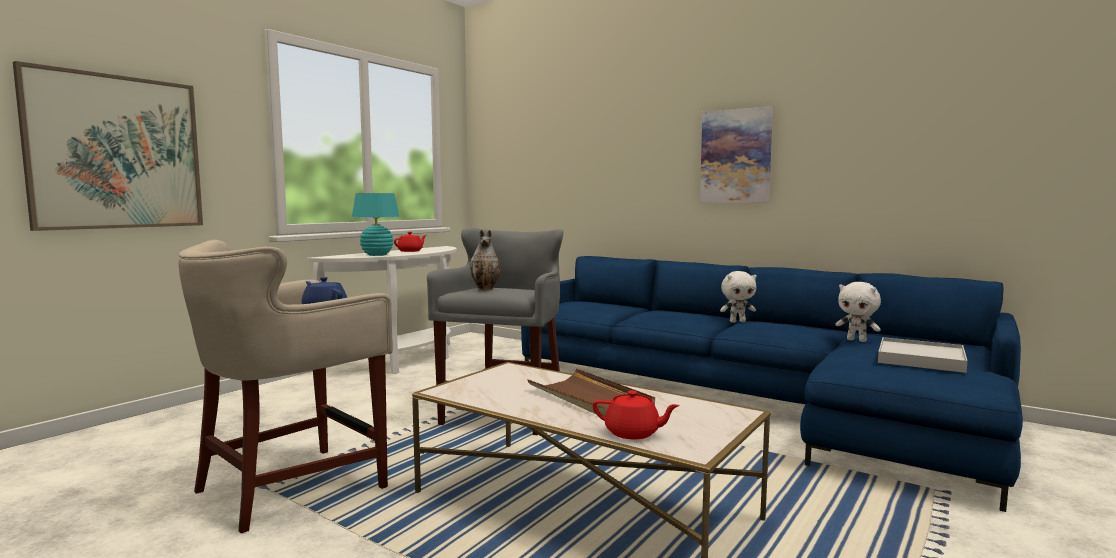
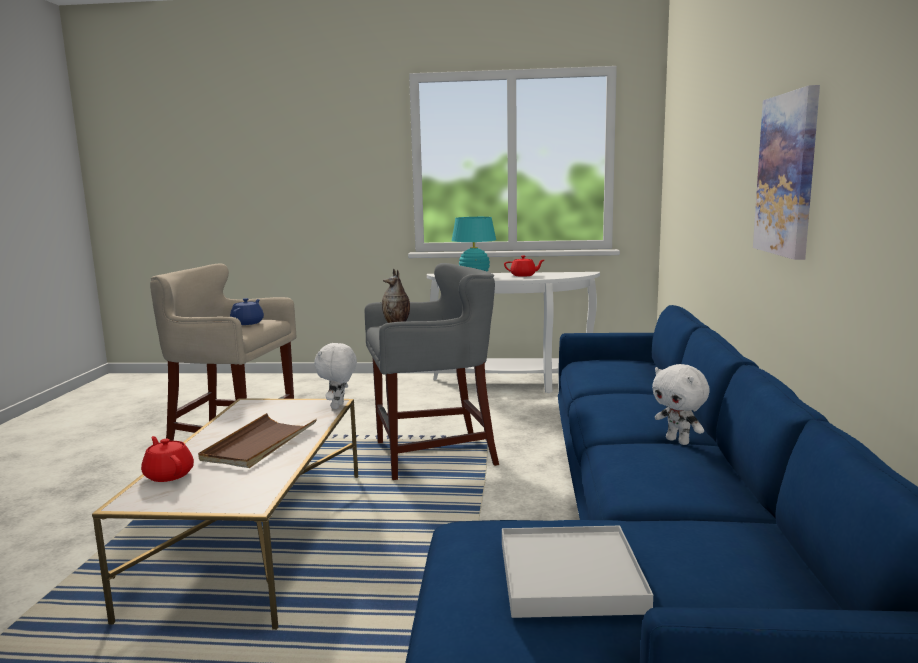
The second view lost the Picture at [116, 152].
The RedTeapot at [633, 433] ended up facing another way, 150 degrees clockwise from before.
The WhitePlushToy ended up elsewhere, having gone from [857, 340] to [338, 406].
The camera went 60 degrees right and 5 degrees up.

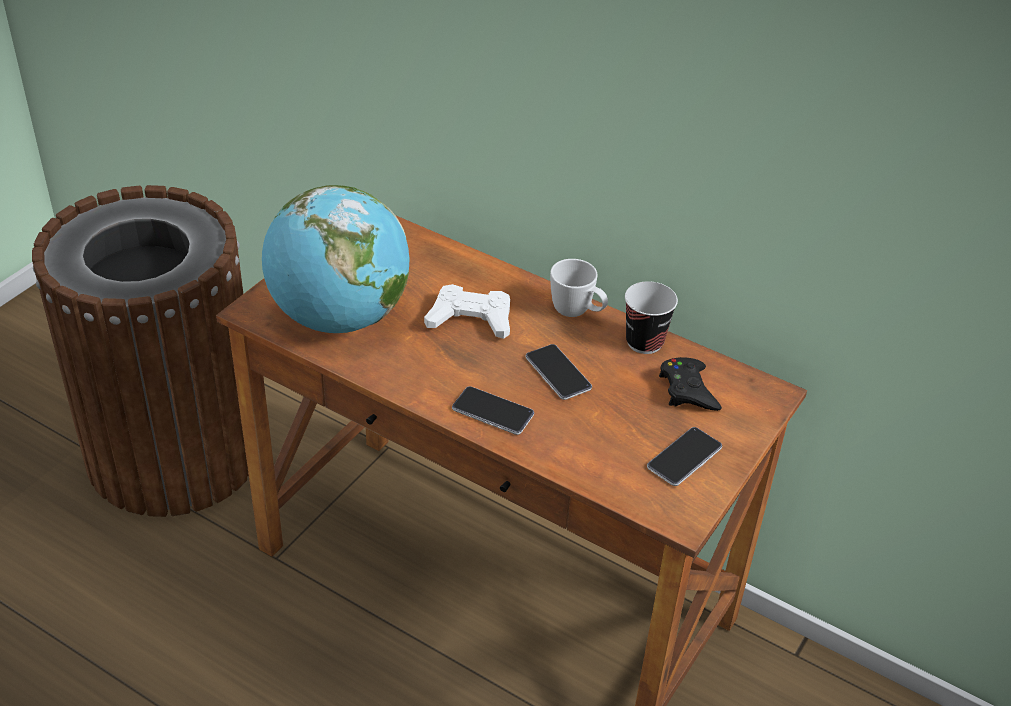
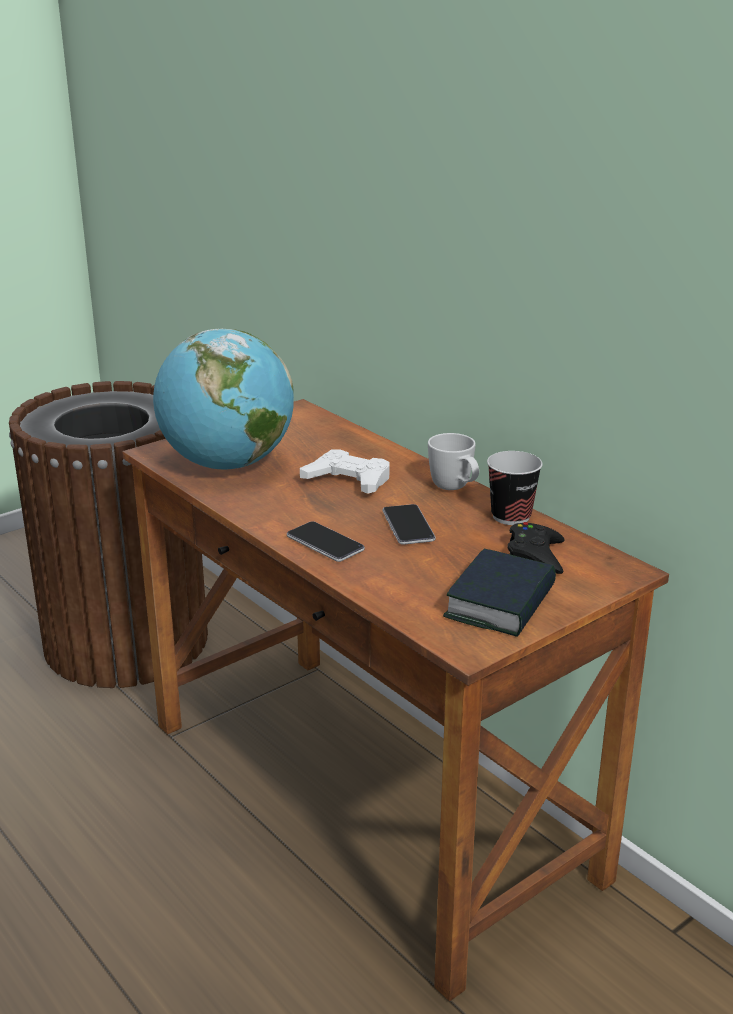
Where the Phone stood at [684, 457], the Book came to stand at [500, 603].
The camera went 20 degrees right and 15 degrees down.

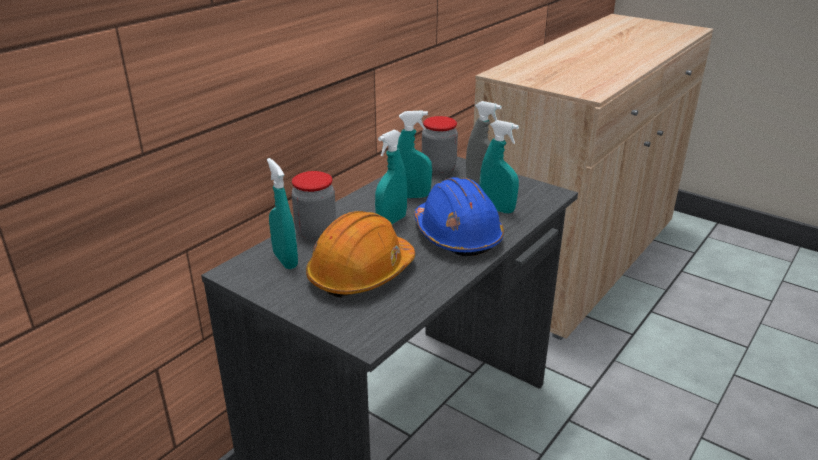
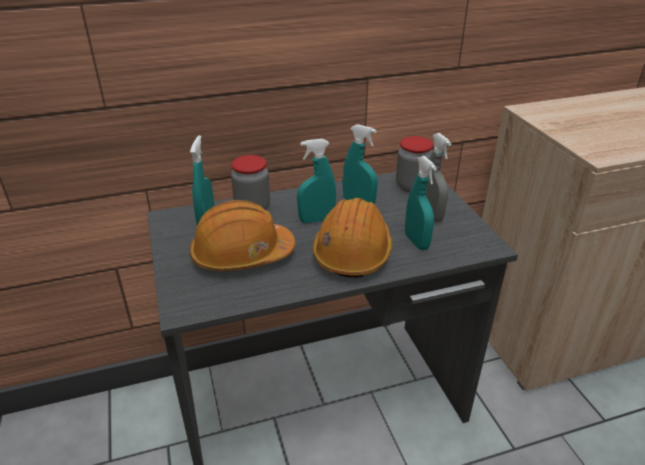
What was the BlueHardHat at [457, 235] turned into the OrangeHardHat at [353, 252].
The camera went 35 degrees right and 5 degrees up.

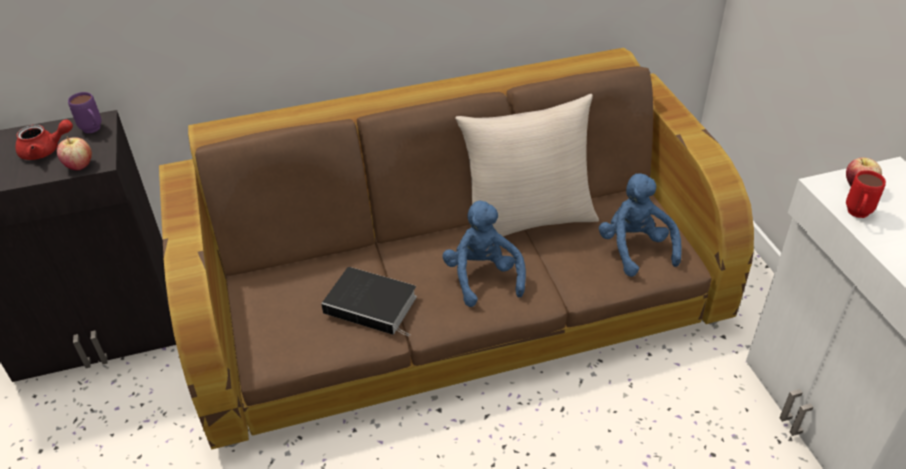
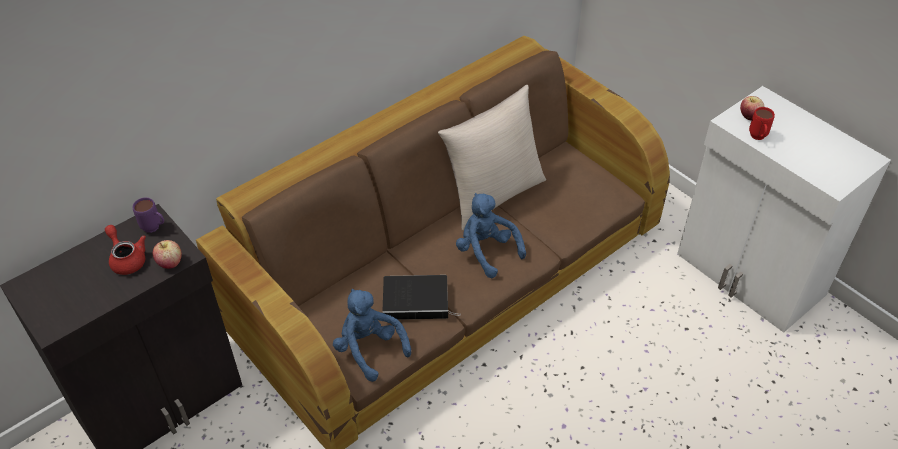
The RedTeapot at [46, 151] ended up facing another way, 90 degrees counterclockwise from before.
The BluePlushToy ended up elsewhere, having gone from [635, 248] to [369, 349].
The camera went 25 degrees left and 5 degrees up.

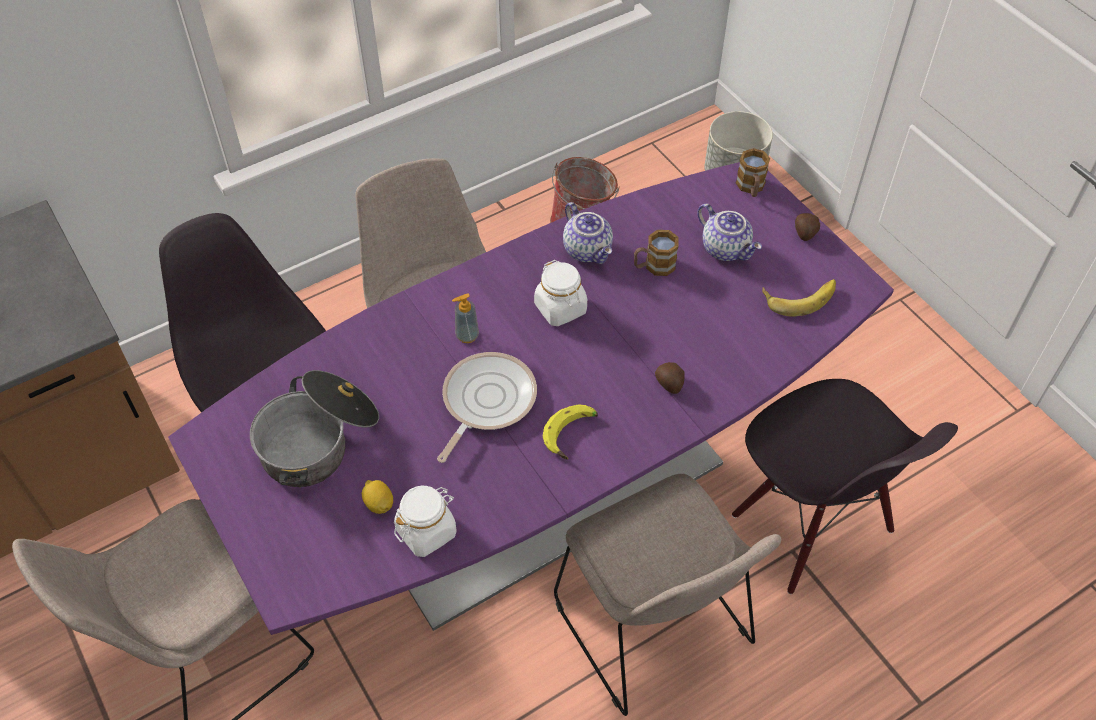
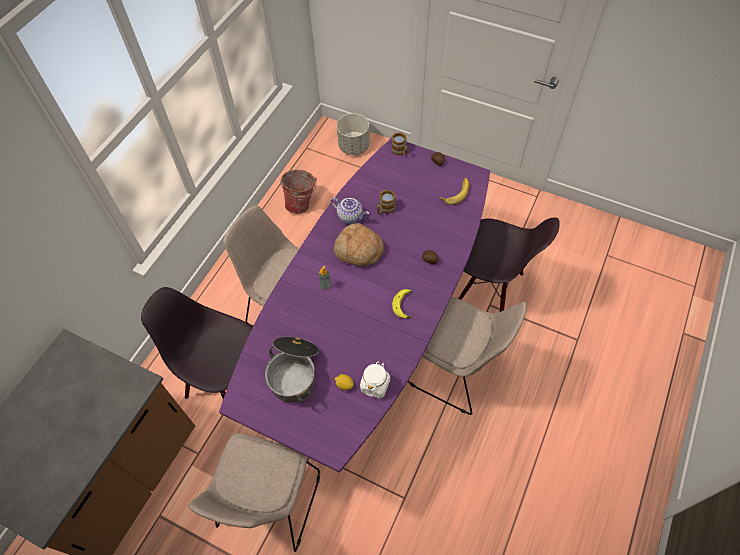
The second view lost the FryingPan at [485, 401].
Where the WhiteJar stood at [560, 308], the Bread came to stand at [358, 250].
The second view lost the Teapot at [726, 249].
The camera went 30 degrees left and 5 degrees up.

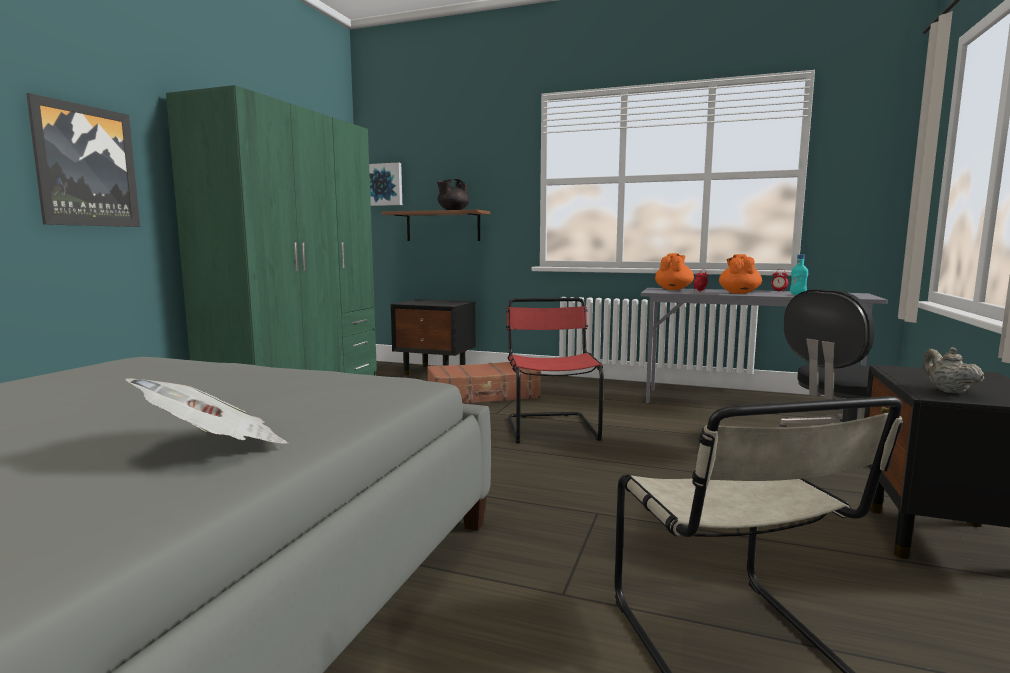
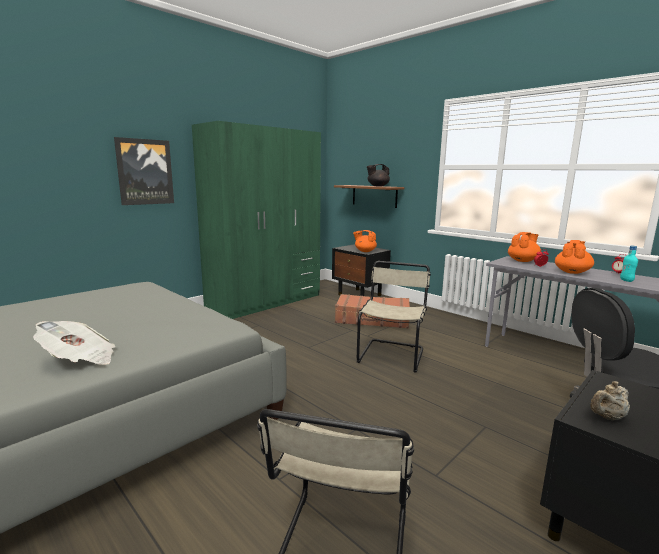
The second view lost the Picture at [384, 184].
What was the RedChair at [550, 427] turned into the BeigeChair at [392, 354].
The BeigeTeapot at [947, 391] ended up facing another way, 135 degrees counterclockwise from before.
The second view gained the OrangeTeapot at [365, 251].
The camera went 25 degrees right and 5 degrees up.

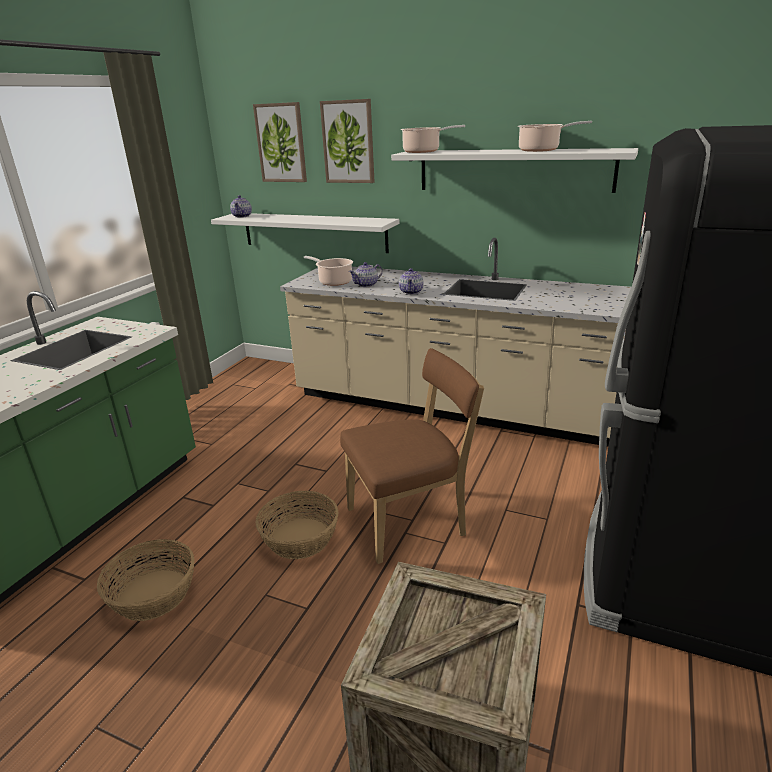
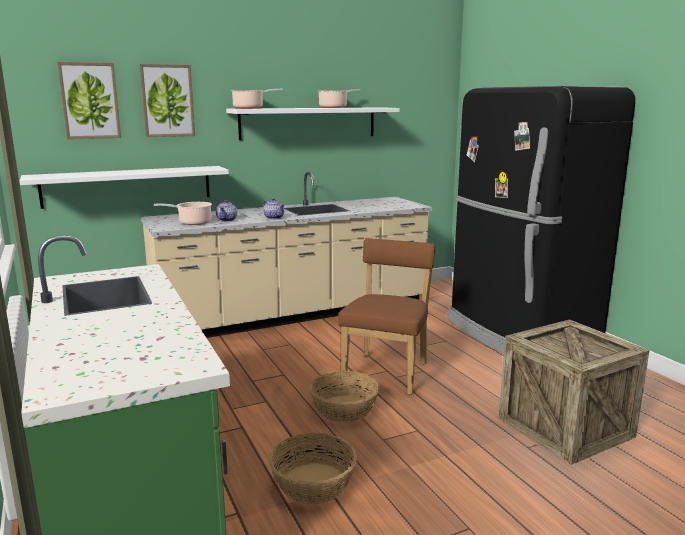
The second view lost the Teapot at [242, 216].
The camera went 50 degrees left and 10 degrees down.

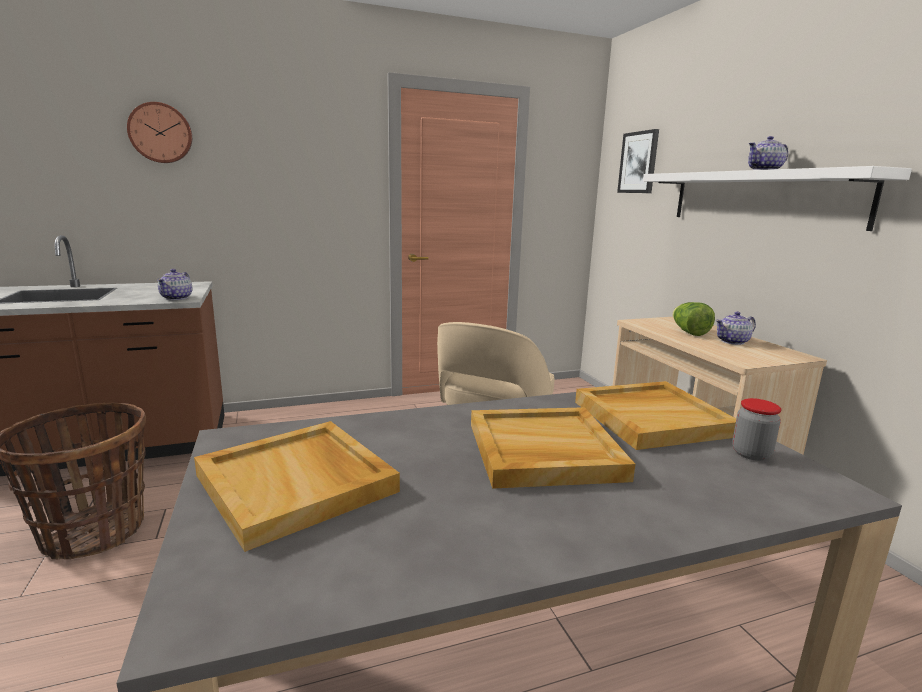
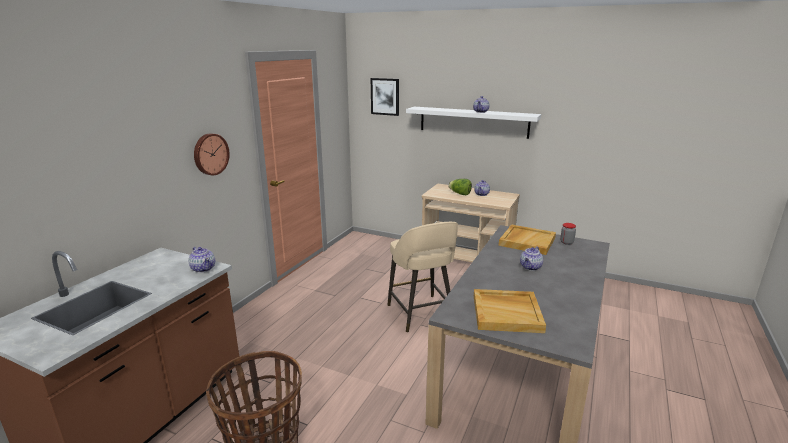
The WallClock ended up elsewhere, having gone from [161, 133] to [210, 154].
Where the BeigeTray stood at [542, 451], the Teapot came to stand at [530, 267].
The camera went 45 degrees left and 5 degrees up.

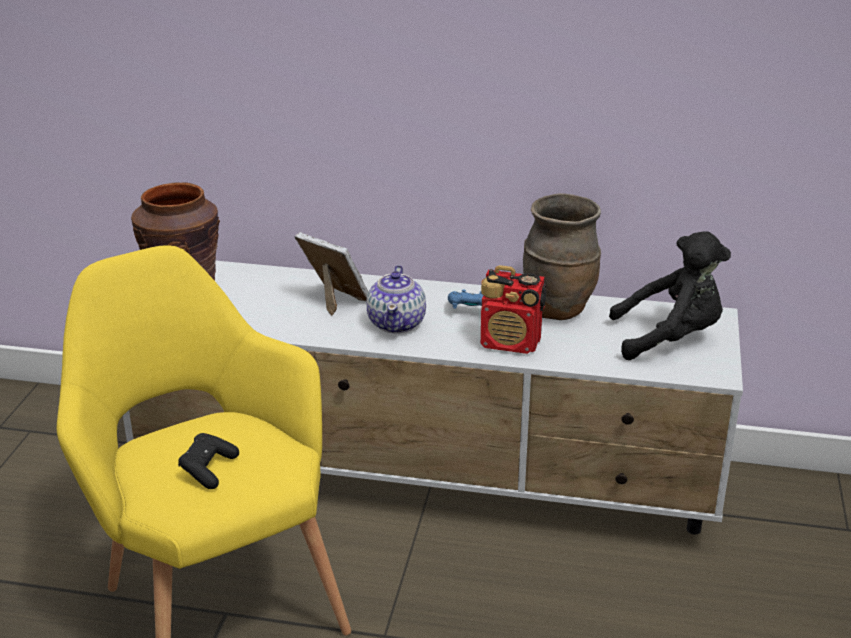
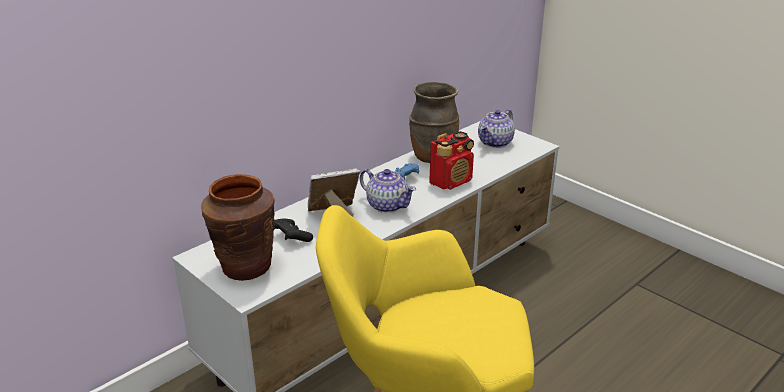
The BlackGameController ended up elsewhere, having gone from [208, 470] to [291, 237].
Where the BlackPlushToy stood at [670, 338], the Teapot came to stand at [496, 142].
The camera went 55 degrees left and 0 degrees up.

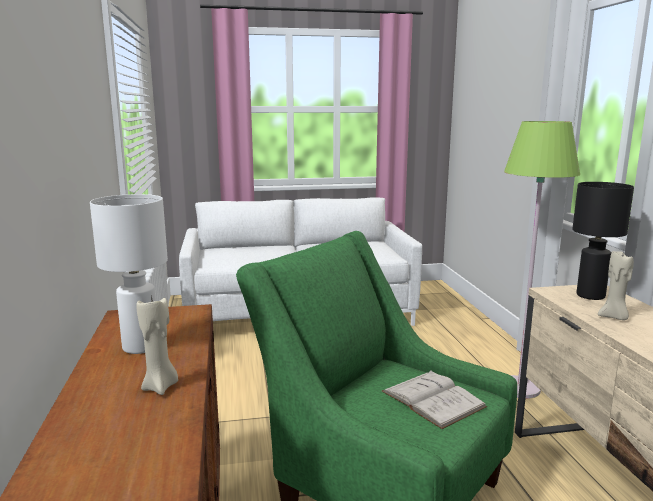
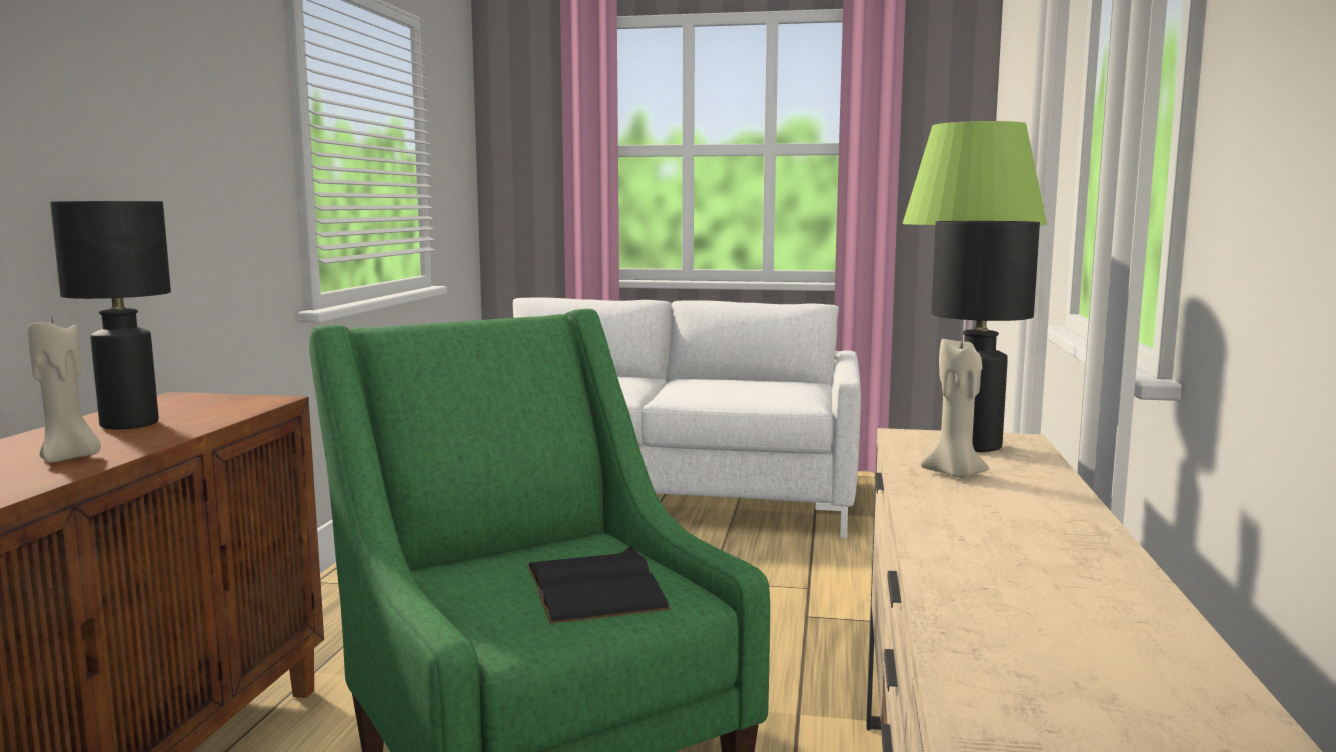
What was the WhiteTableLamp at [142, 346] turned into the BlackTableLamp at [131, 424].
What was the WhiteBook at [433, 399] turned into the BlackBook at [595, 587].
The camera went 20 degrees right and 5 degrees down.

